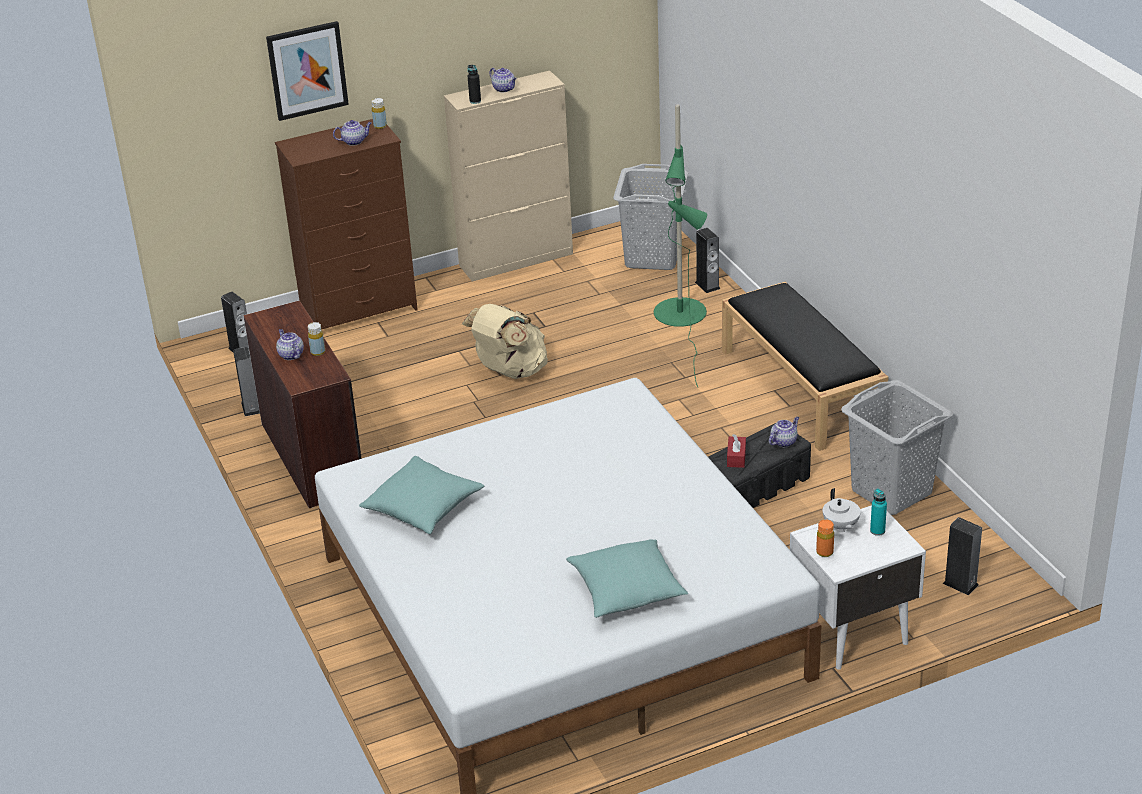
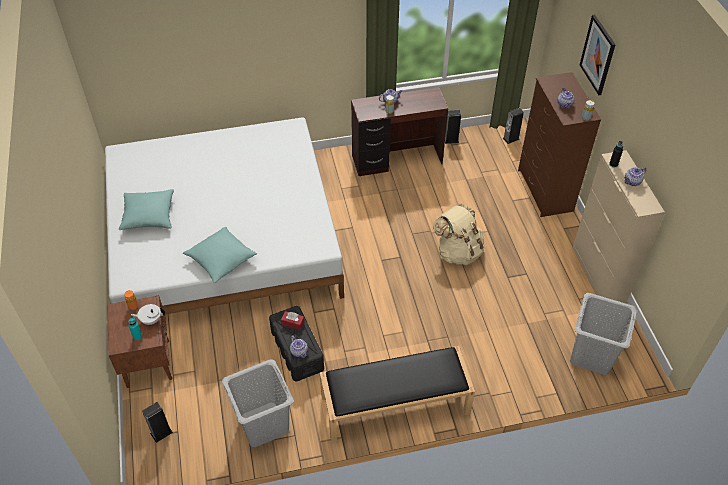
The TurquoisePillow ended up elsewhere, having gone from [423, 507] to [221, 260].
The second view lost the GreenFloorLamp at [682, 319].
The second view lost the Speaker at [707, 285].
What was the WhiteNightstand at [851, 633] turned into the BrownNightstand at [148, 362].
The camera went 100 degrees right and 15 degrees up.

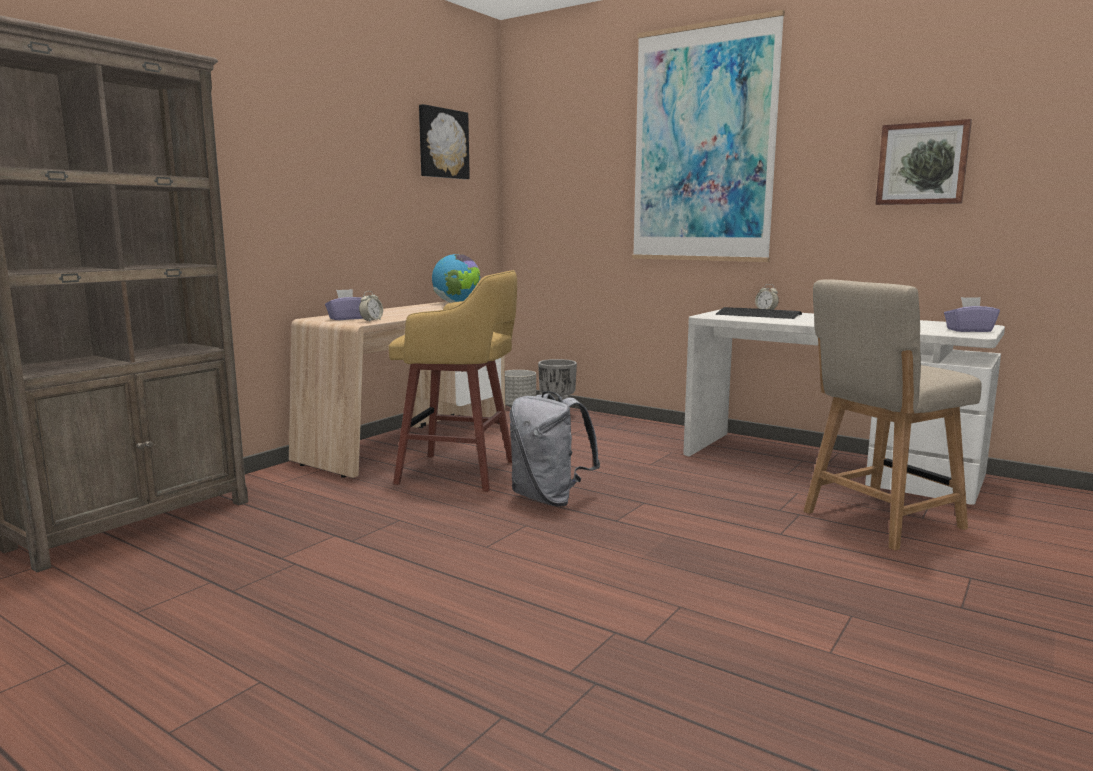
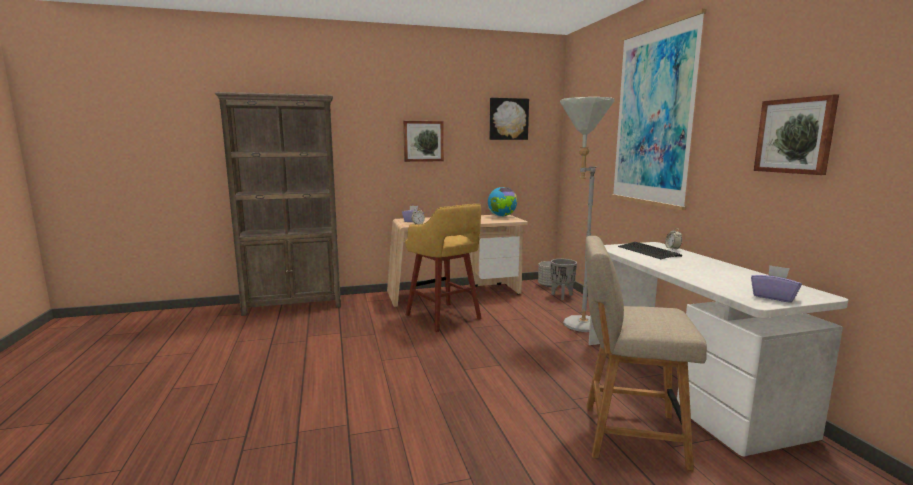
The second view lost the GreyBackpack at [549, 499].
The second view gained the Picture at [423, 141].
The second view gained the GreyFloorLamp at [576, 326].
The camera went 40 degrees right and 0 degrees up.

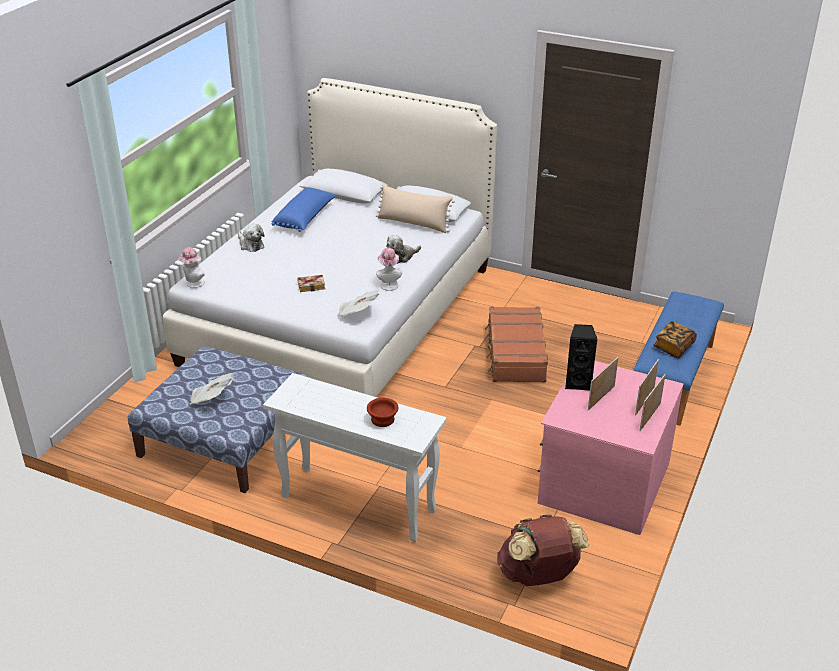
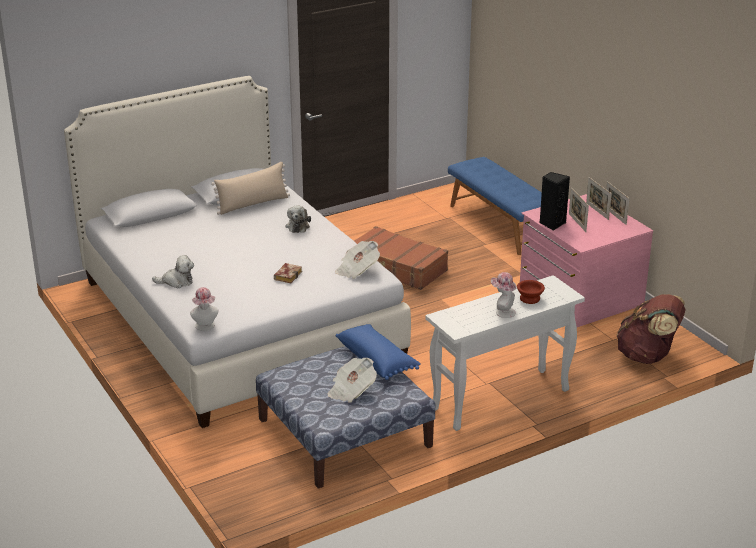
The BluePillow ended up elsewhere, having gone from [305, 218] to [377, 360].
The Hat ended up elsewhere, having gone from [388, 284] to [503, 312].
The second view lost the Book at [673, 347].
The camera went 55 degrees left and 5 degrees down.

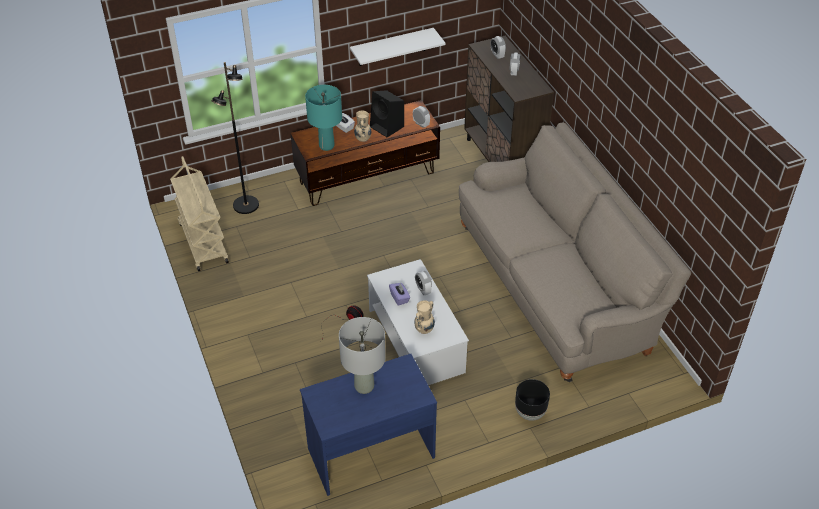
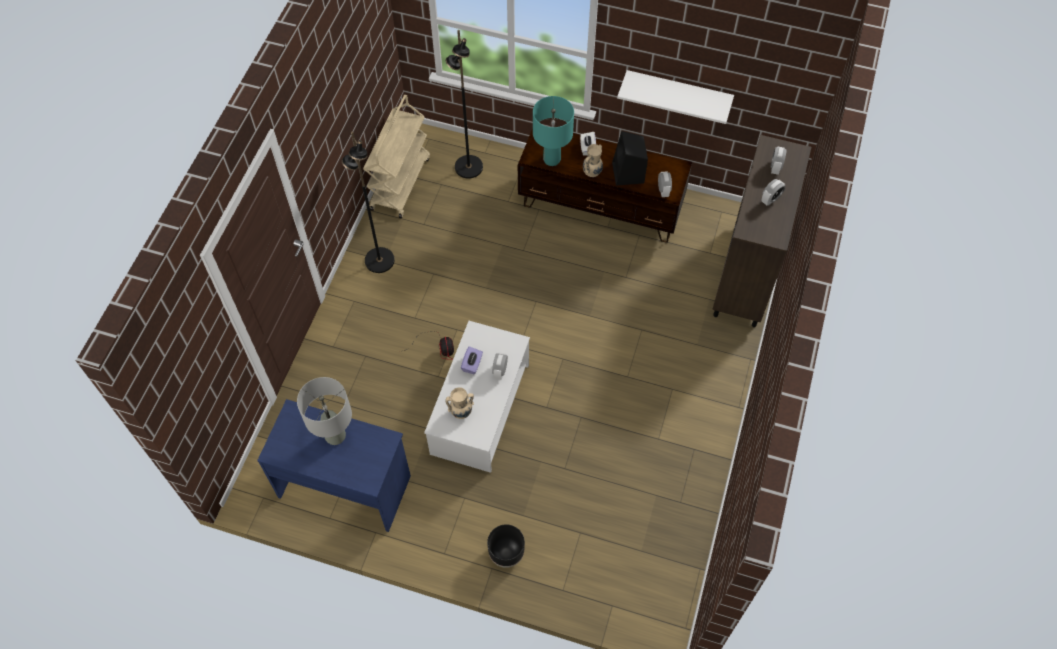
The second view lost the BeigeSofa at [556, 287].
The second view gained the BlackFloorLamp at [379, 261].
The camera went 40 degrees right and 15 degrees up.

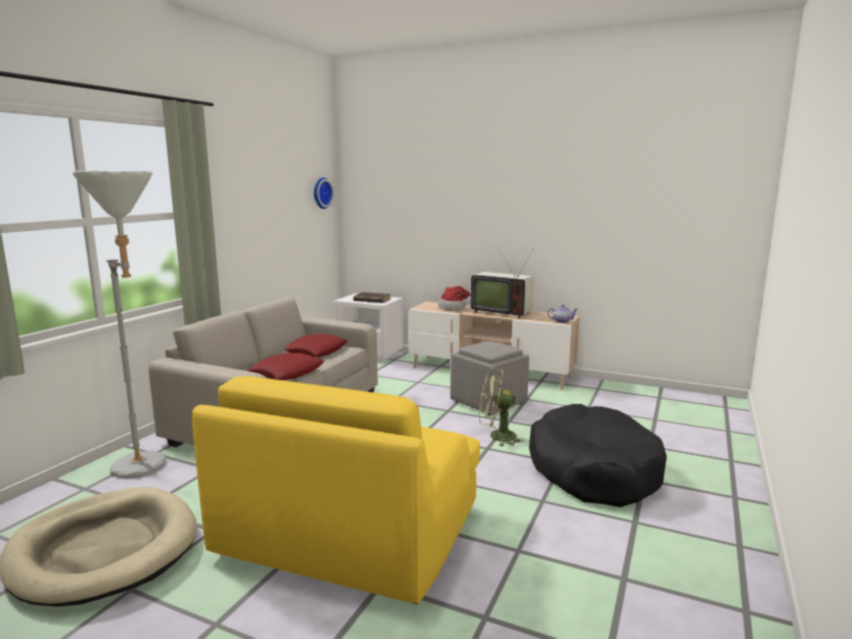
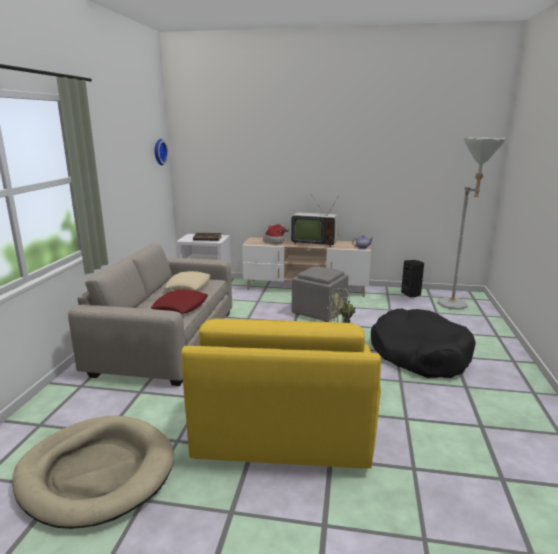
The GreyFloorLamp ended up elsewhere, having gone from [147, 468] to [458, 304].
What was the RedPillow at [316, 351] turned into the BeigePillow at [189, 286].
The second view gained the BlackSpeaker at [411, 294].
The camera went 15 degrees left and 5 degrees up.

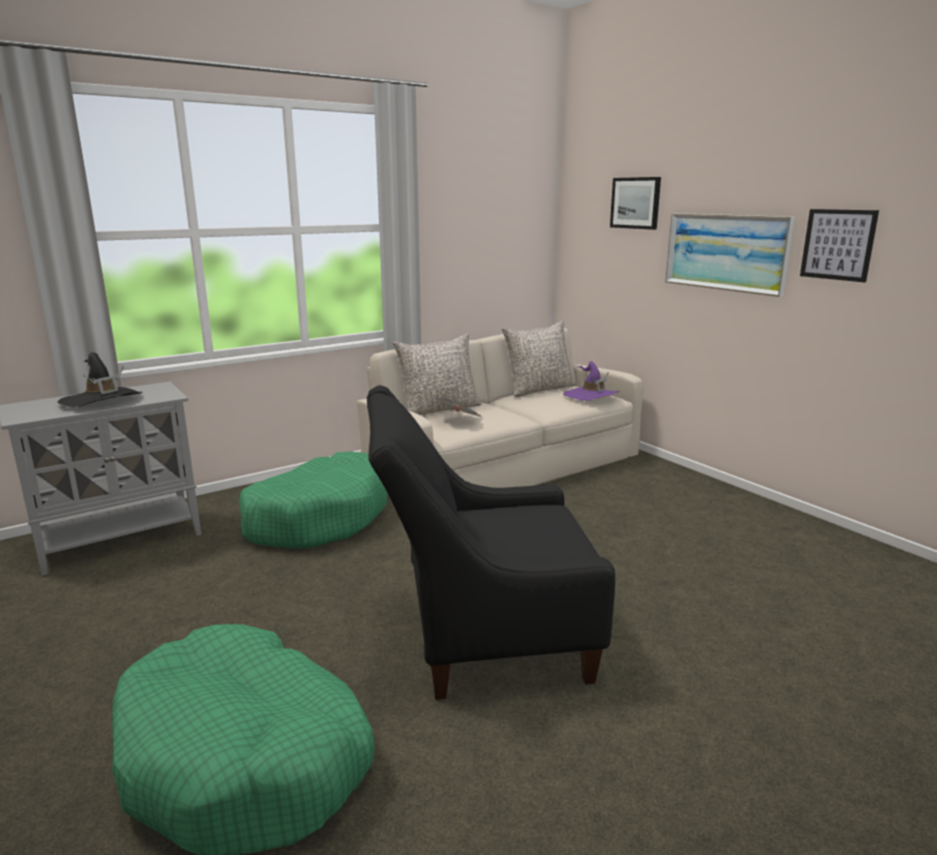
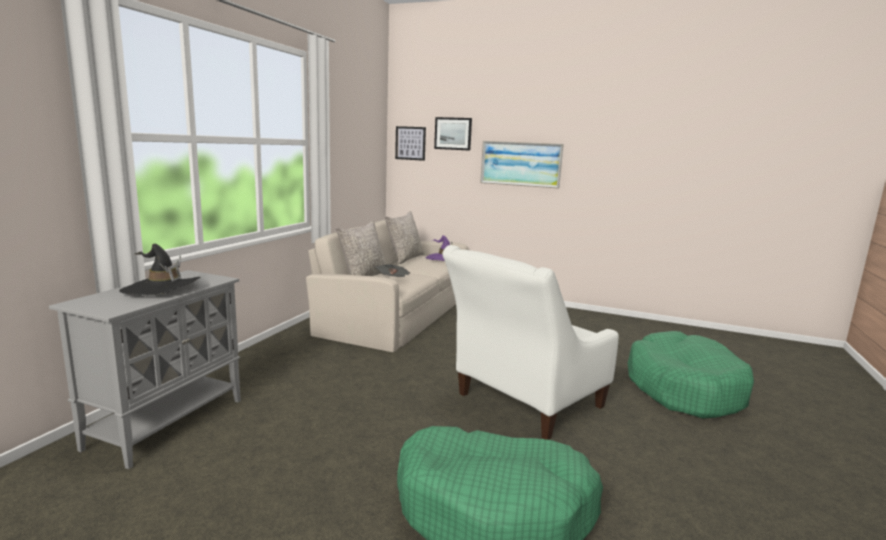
The GreenDogBed ended up elsewhere, having gone from [318, 518] to [683, 388].
What was the BlackArmchair at [481, 636] turned into the WhiteArmchair at [523, 403].
The Picture ended up elsewhere, having gone from [838, 244] to [410, 143].
The camera went 35 degrees left and 5 degrees down.

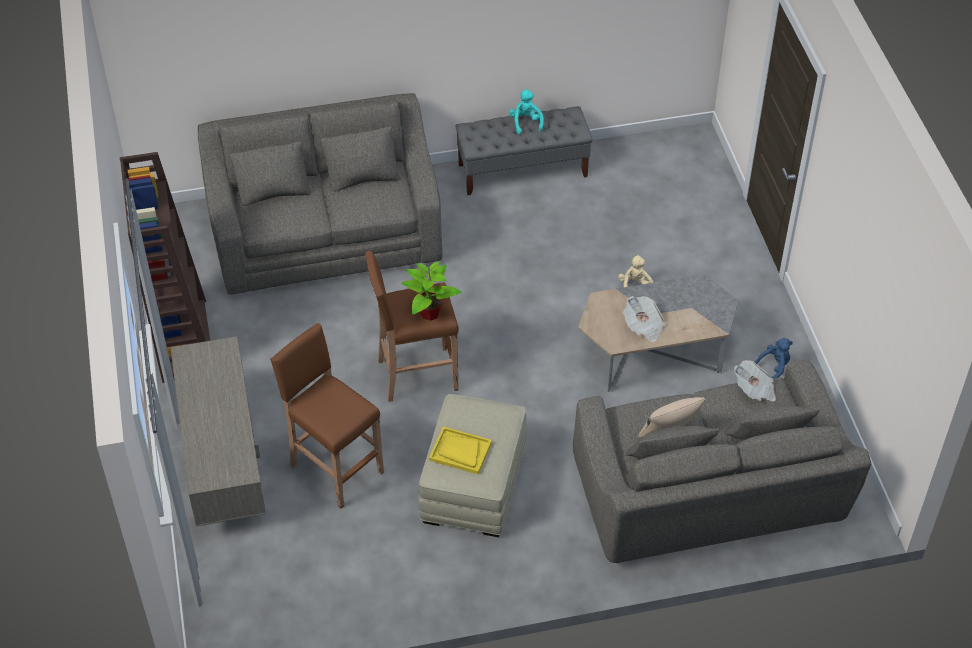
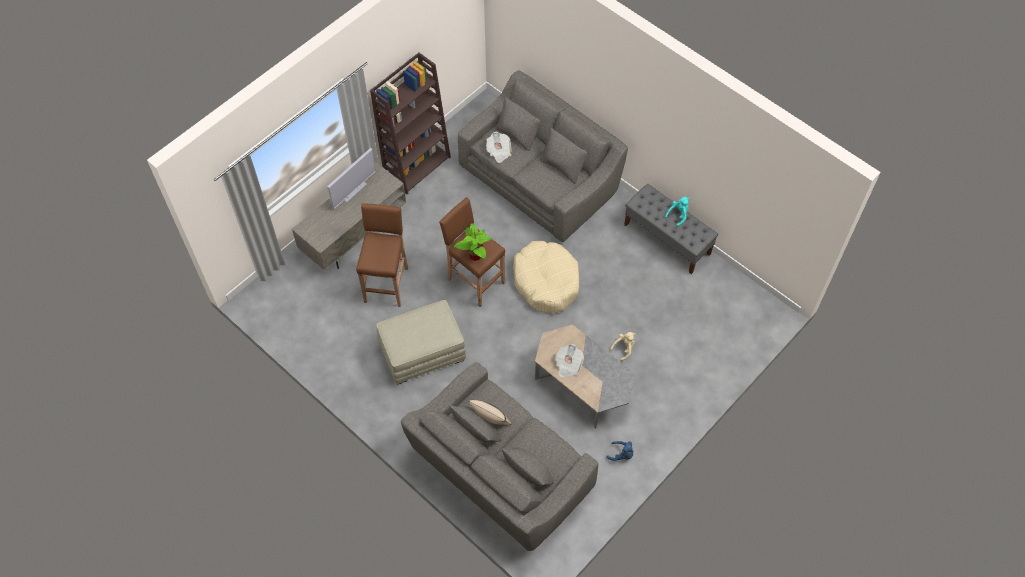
The second view lost the YellowTray at [460, 451].
The Newspaper ended up elsewhere, having gone from [754, 390] to [499, 152].
The second view gained the Television at [353, 190].
The second view gained the BeigeDogBed at [546, 281].
The camera went 55 degrees right and 10 degrees up.

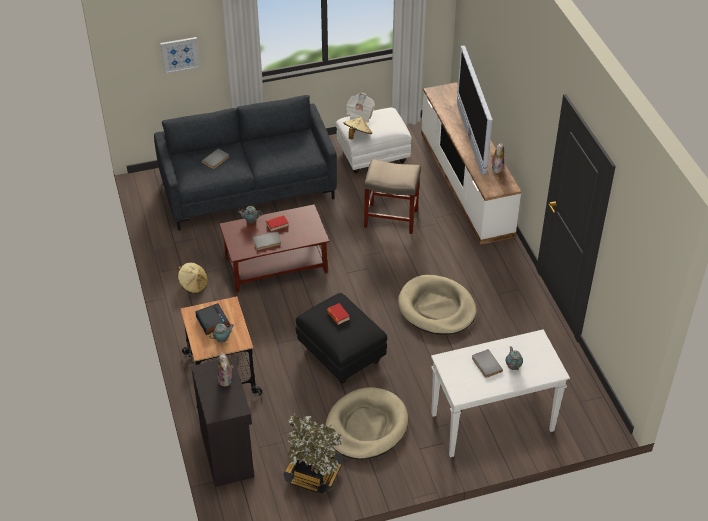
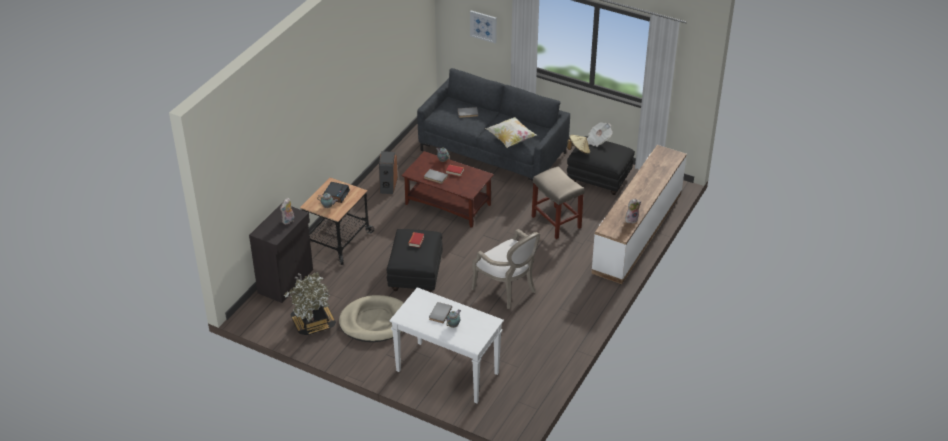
Where the BeigeHat stood at [193, 285], the Speaker came to stand at [388, 185].
What was the WhiteOttoman at [372, 156] turned into the BlackOttoman at [598, 179].
Where the BeigeDogBed stood at [436, 308], the Armchair came to stand at [508, 290].
The second view lost the Television at [470, 139].
The second view gained the Pillow at [510, 139].
The camera went 45 degrees right and 5 degrees down.

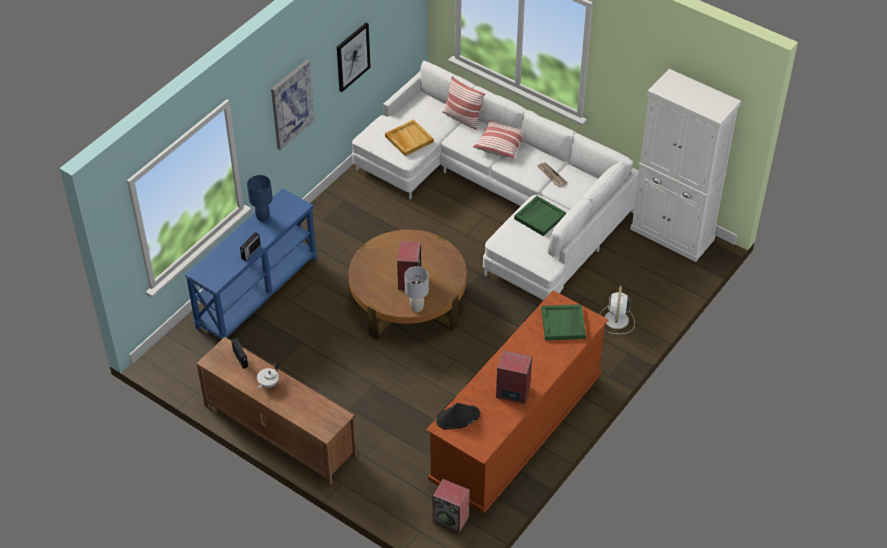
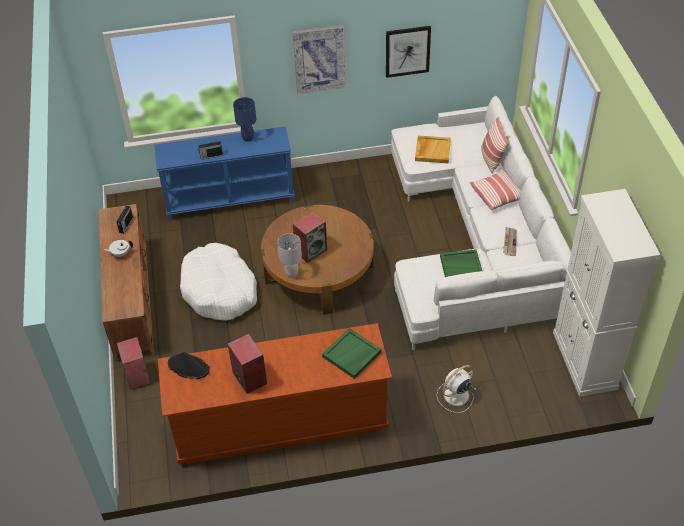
The Speaker ended up elsewhere, having gone from [451, 519] to [138, 376].
The second view gained the WhiteDogBed at [219, 290].
The camera went 45 degrees right and 0 degrees up.

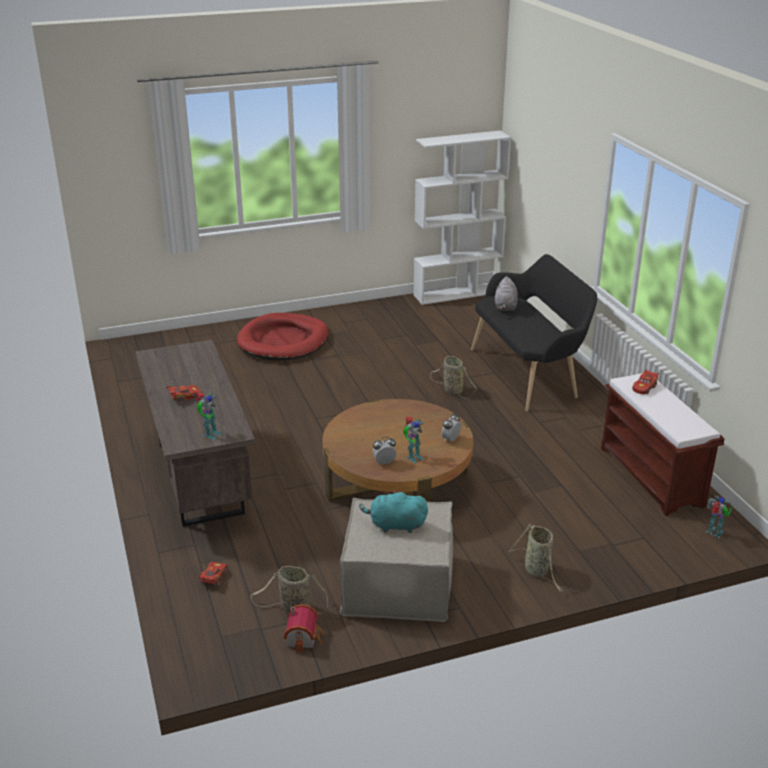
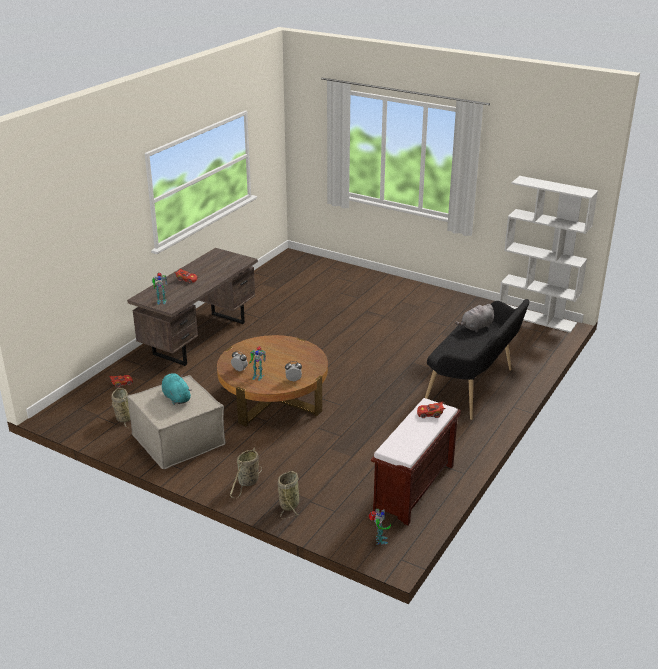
The second view lost the RedDogBed at [283, 341].
The second view lost the ToyHouse at [304, 637].
The Basket ended up elsewhere, having gone from [451, 390] to [289, 504].
The camera went 50 degrees right and 0 degrees up.

